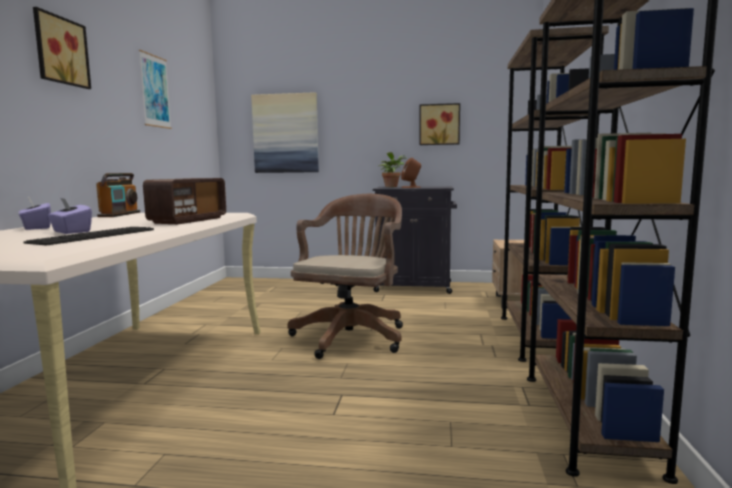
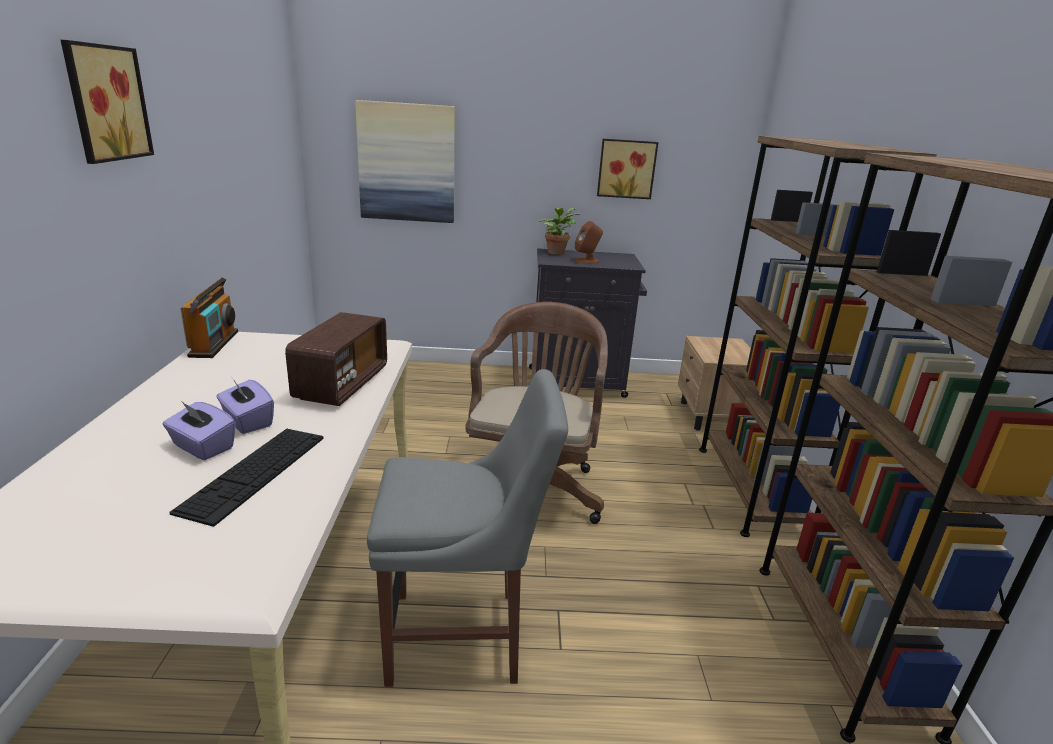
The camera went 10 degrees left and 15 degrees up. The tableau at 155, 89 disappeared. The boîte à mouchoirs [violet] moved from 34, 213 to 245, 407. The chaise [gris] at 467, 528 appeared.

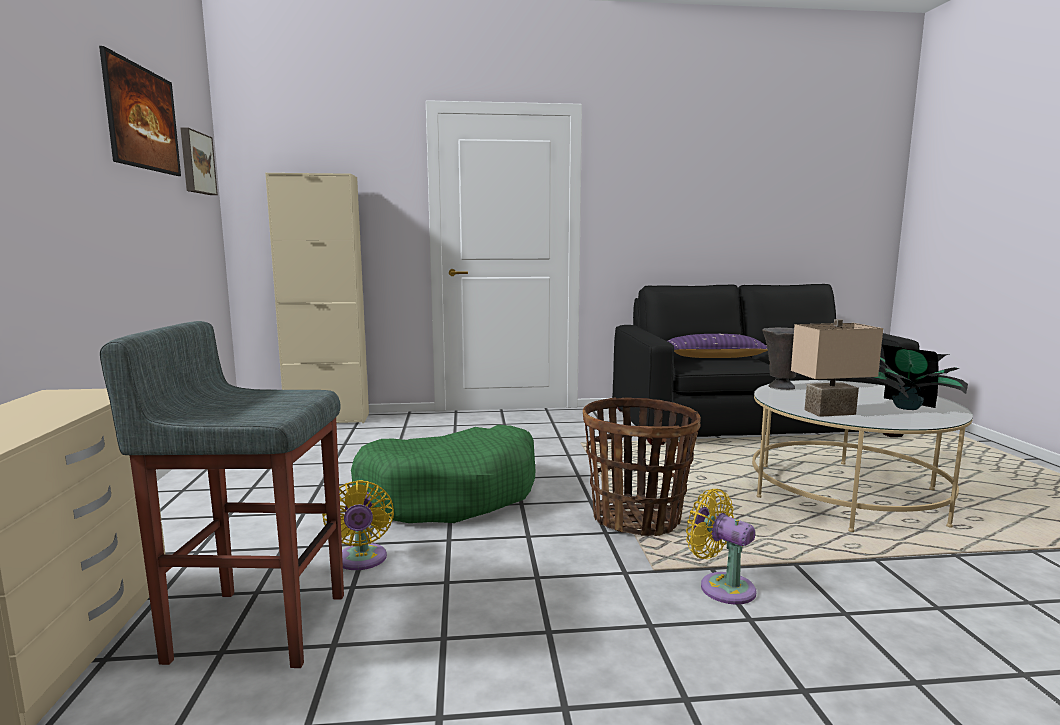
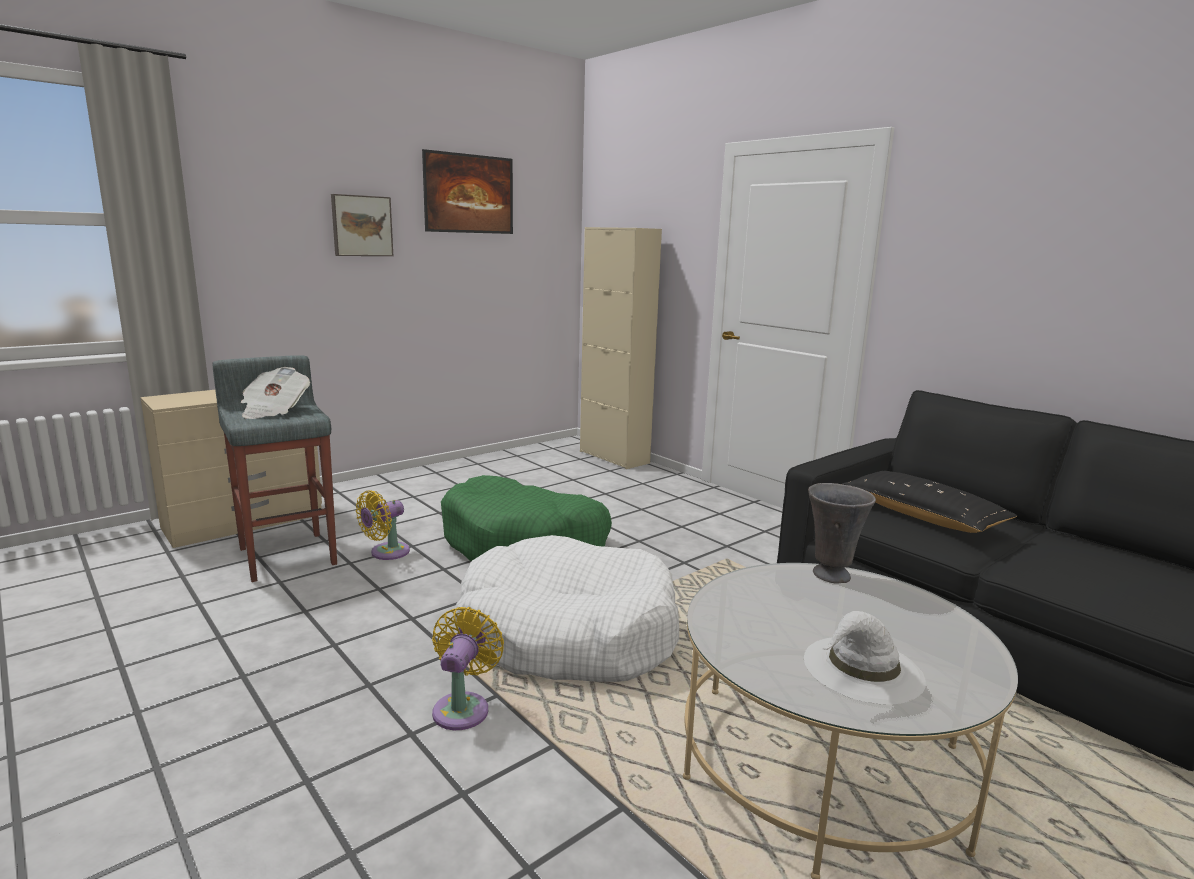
The camera went 55 degrees right and 5 degrees up. The tableau moved from 199, 161 to 362, 225. The lampe de table [beige] at 837, 368 disappeared. The coussin [violet] at 718, 346 became the coussin [noir] at 929, 502. The plante en pot at 910, 377 was replaced by the chapeau [blanc] at 865, 658. The panier at 642, 466 was replaced by the panier pour chien [blanc] at 567, 608. The journal at 275, 393 appeared.

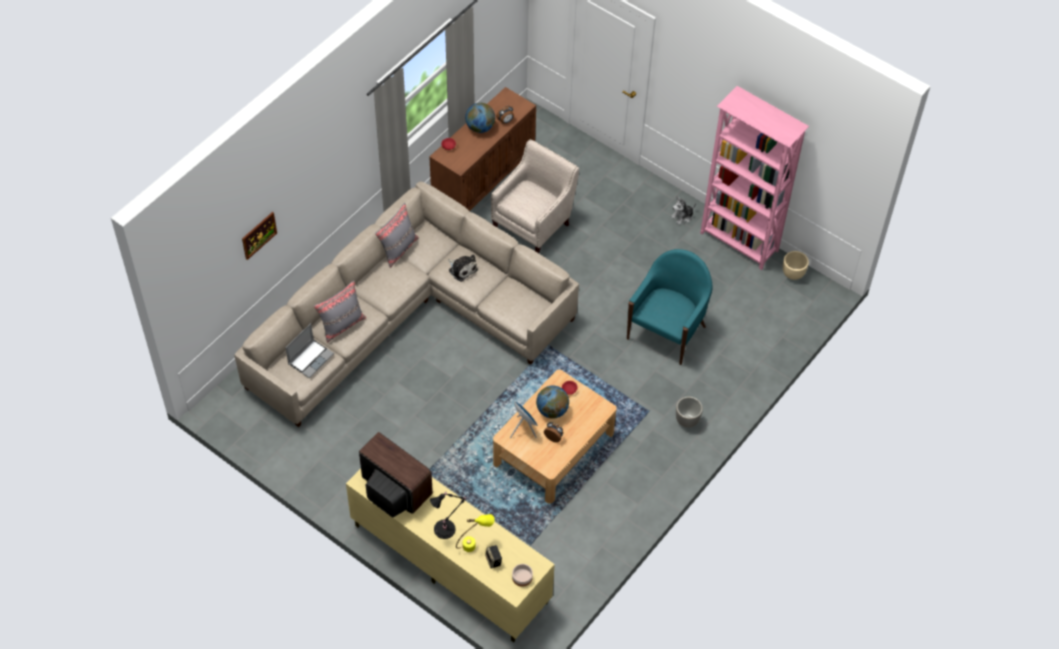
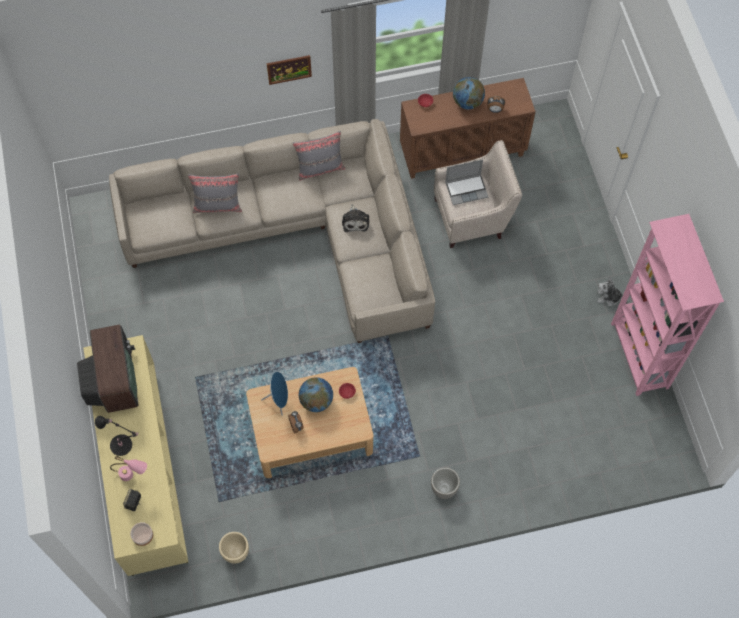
The camera went 40 degrees right and 10 degrees up. The tableau moved from 259, 236 to 289, 70. The fauteuil [turquoise] at 670, 307 disappeared. The cache-pot [beige] moved from 796, 265 to 234, 548. The ordinateur portable moved from 309, 350 to 466, 182. The lampe de table [jaune] at 475, 533 became the lampe de table [rose] at 128, 468.

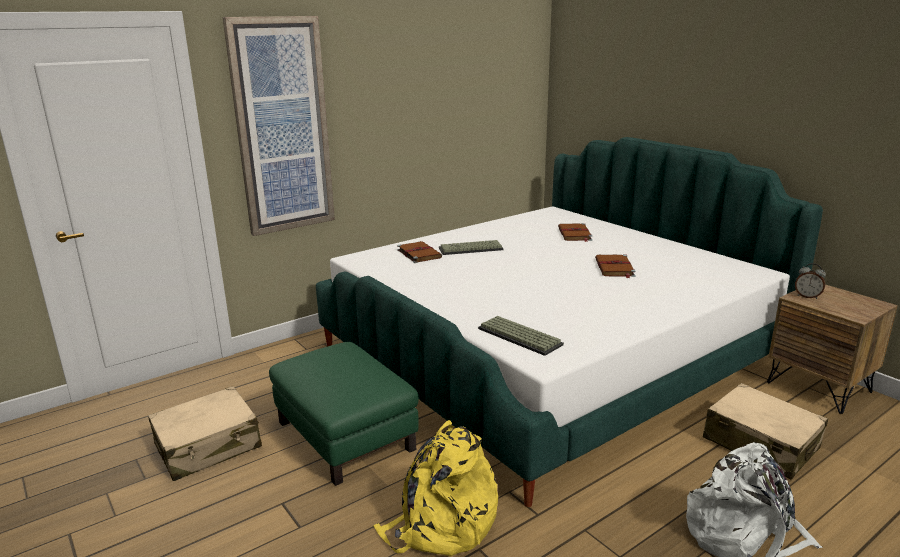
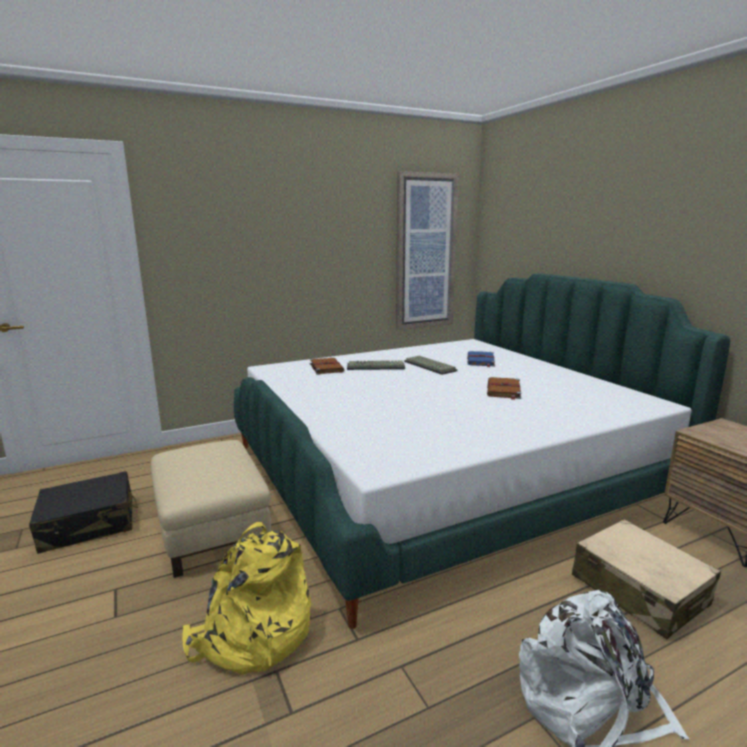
The camera went 10 degrees right and 5 degrees down. The tableau moved from 279, 126 to 427, 250. The livre [marron] at 575, 232 became the livre [bleu] at 481, 359. The réveil at 810, 281 disappeared. The clavier moved from 521, 336 to 431, 365. The pouf [vert] at 344, 414 became the pouf [beige] at 211, 509. The valise [beige] at 205, 433 became the valise [noir] at 83, 512.

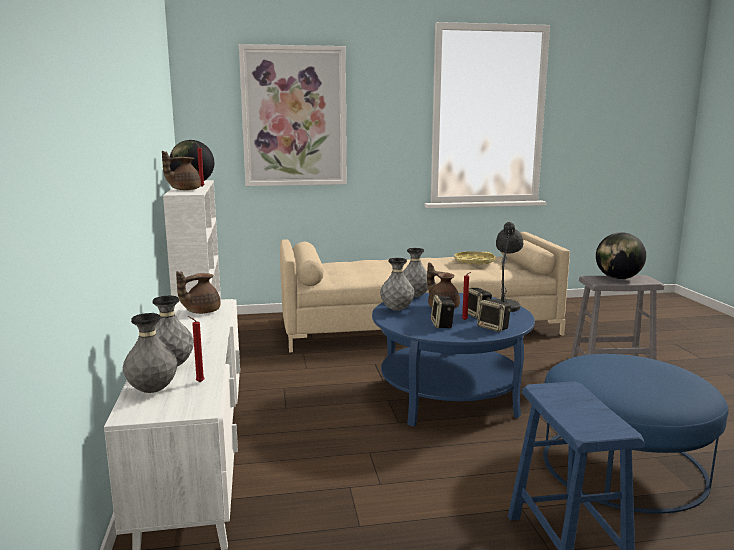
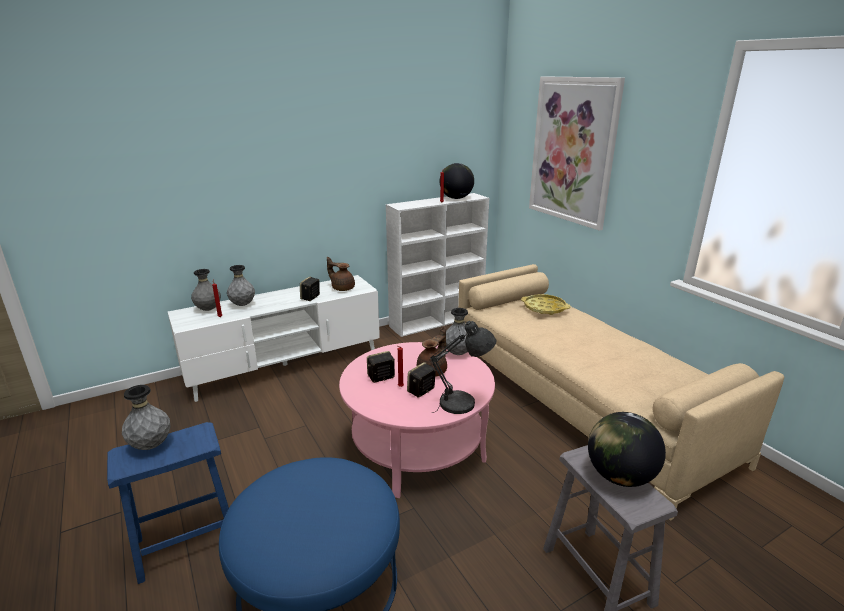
The camera went 70 degrees right and 10 degrees up. The théière [marron] at 181, 170 disappeared. The plateau [jaune] moved from 474, 258 to 545, 304. The vase [gris] moved from 397, 284 to 146, 417. The table basse [bleu] at 453, 360 became the table basse [rose] at 417, 420. The enceinte moved from 494, 315 to 310, 289.

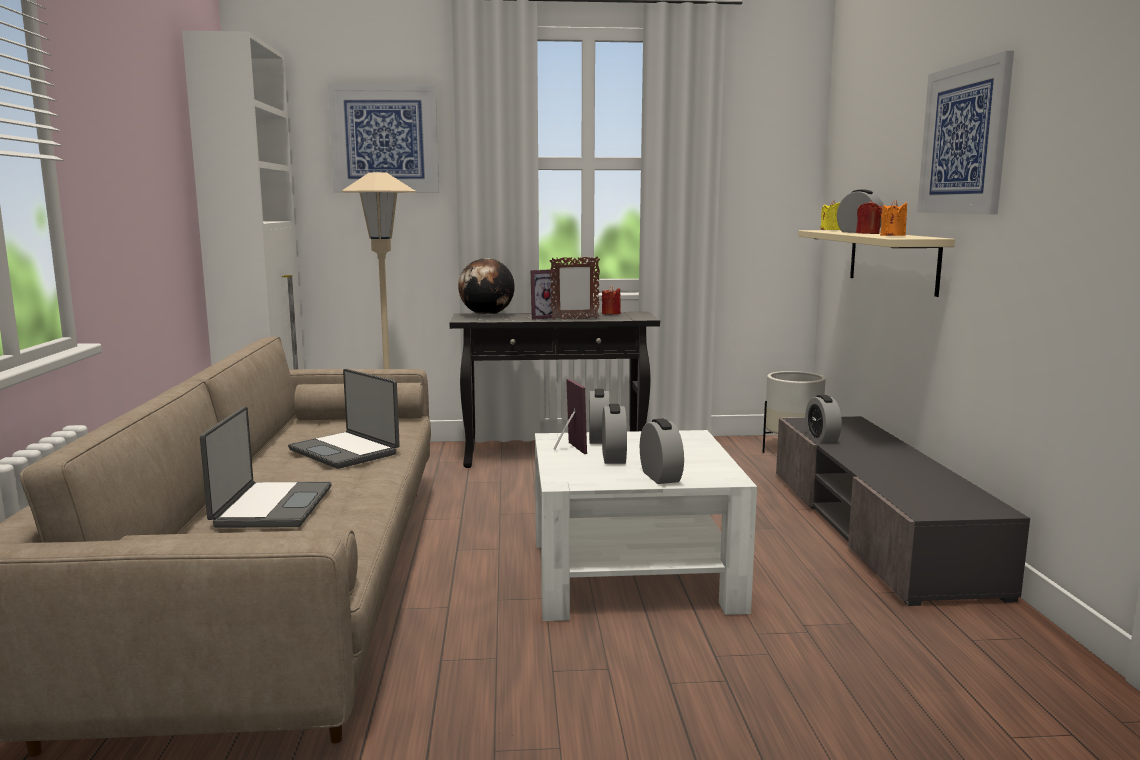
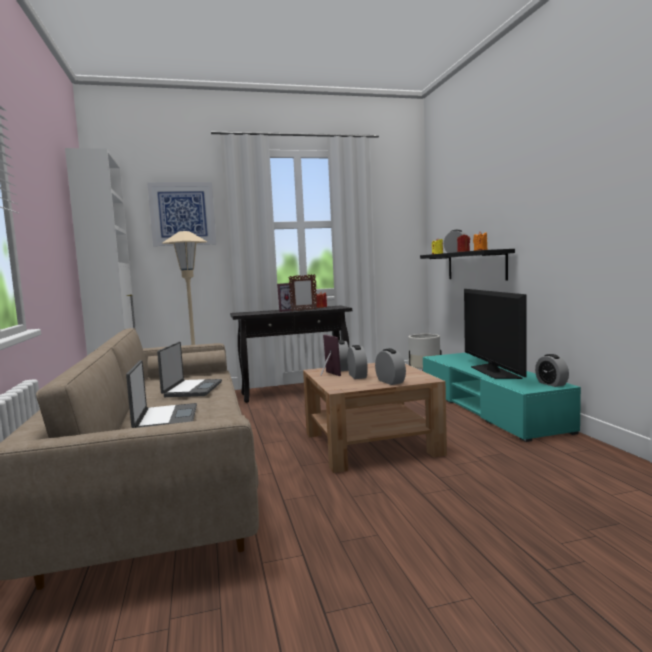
The camera went 10 degrees left and 5 degrees down. The tableau at 965, 132 disappeared. The étagère [beige] at 876, 263 became the étagère [noir] at 467, 265. The globe at 486, 286 disappeared. The ordinateur portable at 344, 419 turned 120 degrees counterclockwise. The réveil moved from 823, 419 to 552, 370. The meuble télé [gris] at 903, 511 became the meuble télé [turquoise] at 502, 397. The table basse [blanc] at 646, 525 became the table basse [marron] at 375, 418. The téléviseur at 495, 334 appeared.

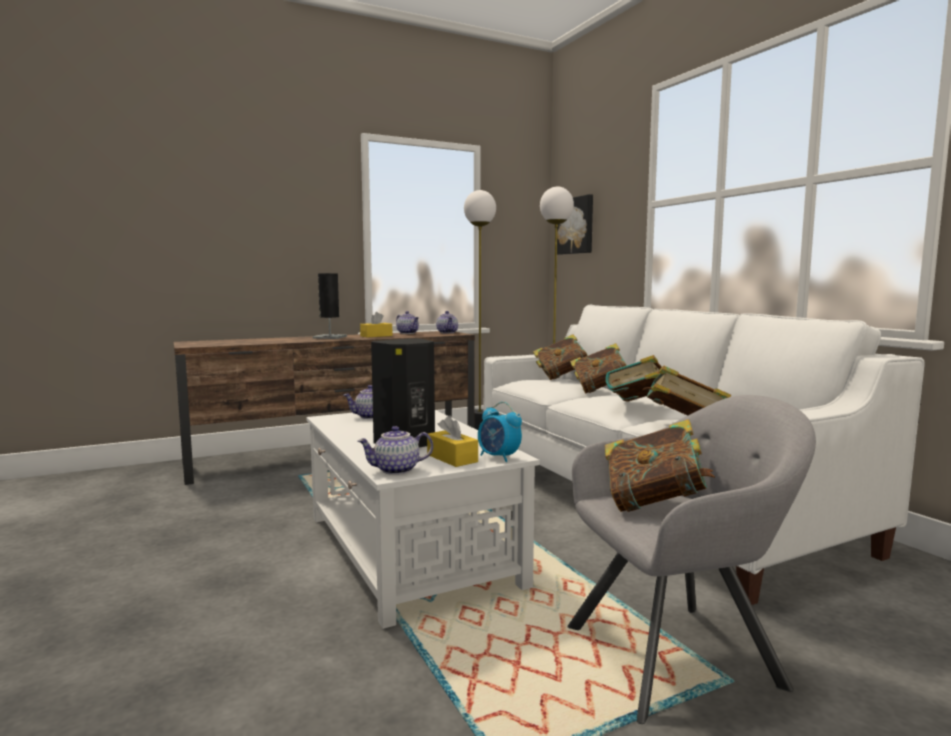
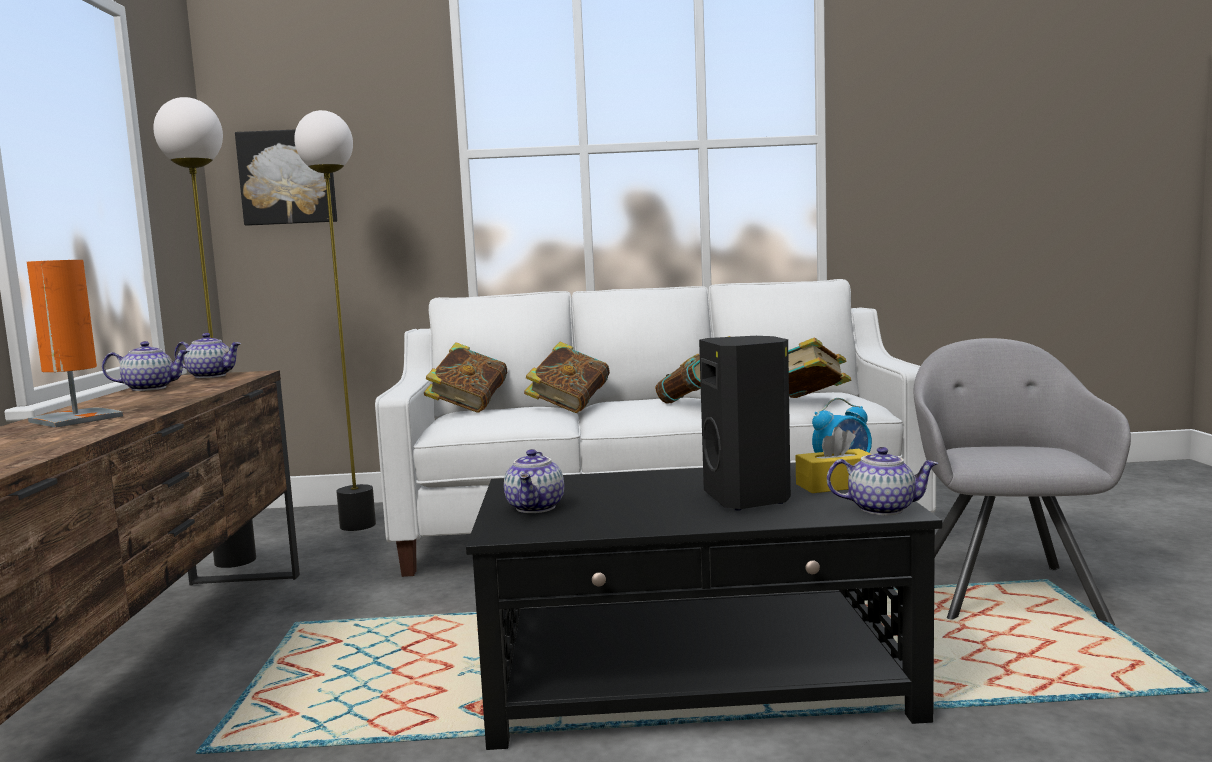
The camera went 65 degrees left and 0 degrees up. The lampe de table [noir] at 330, 306 became the lampe de table [orange] at 75, 344. The boîte à mouchoirs [jaune] at 376, 324 disappeared. The table basse [blanc] at 423, 519 became the table basse [noir] at 704, 606. The livre at 660, 465 disappeared. The théière at 395, 450 turned 90 degrees counterclockwise.

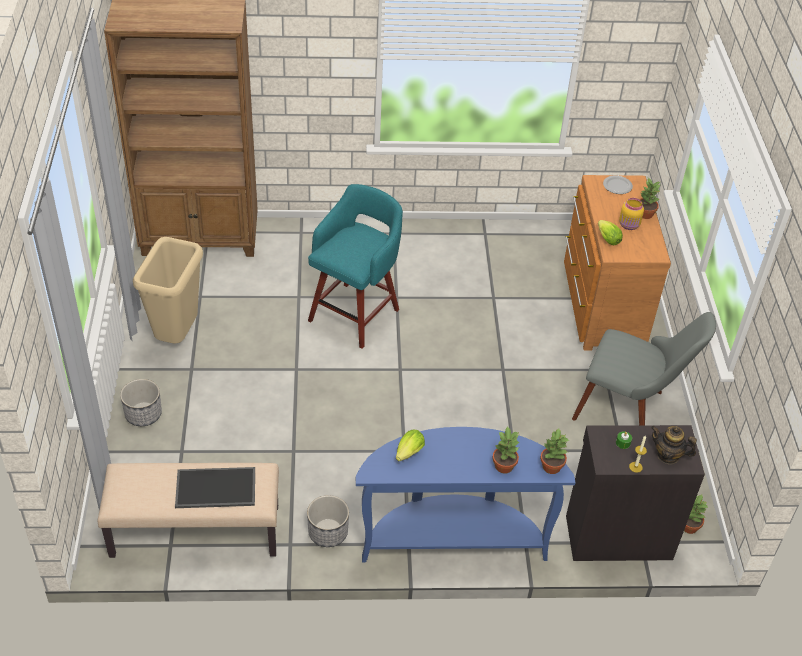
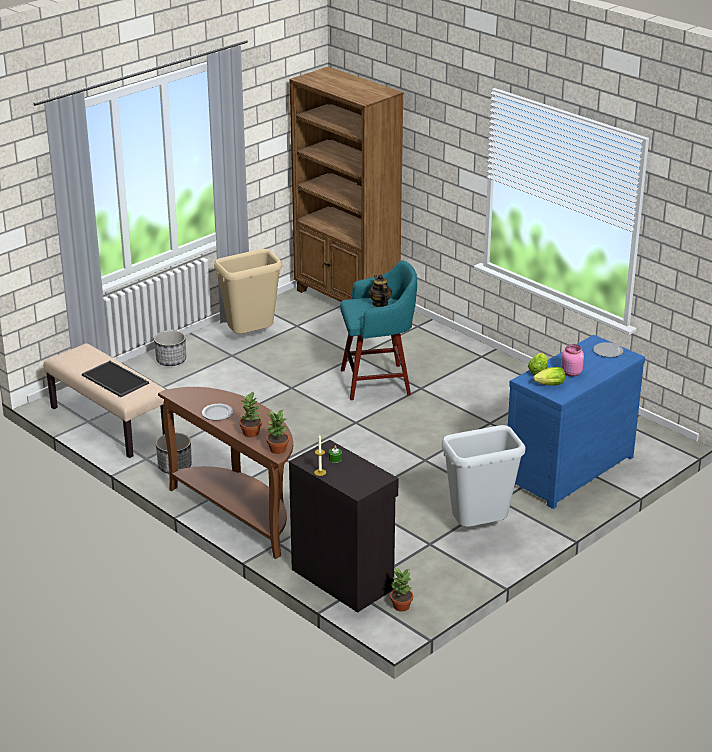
The camera went 50 degrees right and 15 degrees down. The commode [marron] at 617, 263 became the commode [bleu] at 576, 422. The plante en pot at 650, 198 disappeared. The bocal [jaune] at 631, 214 became the bocal [rose] at 572, 360. The chaise [gris] at 644, 368 was replaced by the poubelle [gris] at 483, 476. The théière moved from 674, 445 to 380, 290. The table console [bleu] at 465, 494 became the table console [marron] at 225, 473. The laitue moved from 410, 445 to 549, 376. The assiette at 217, 412 appeared.

